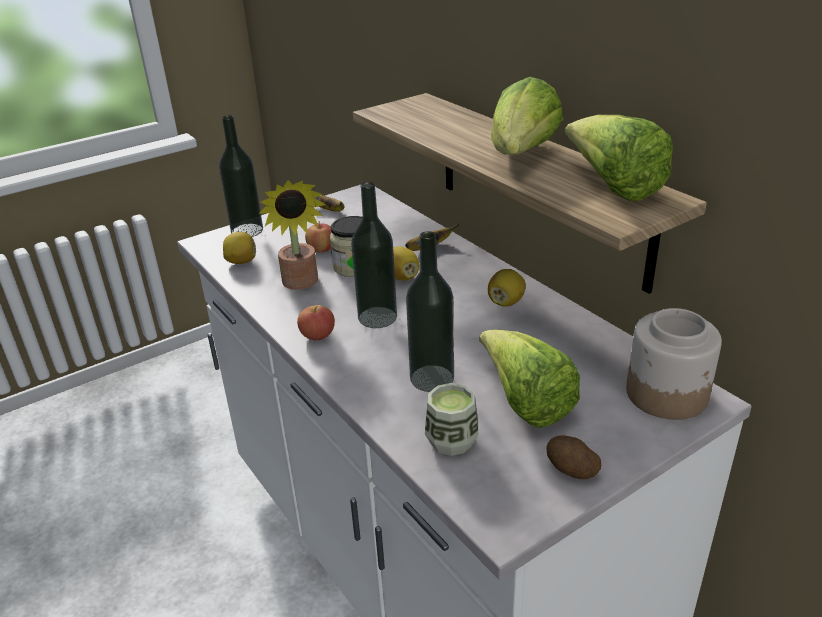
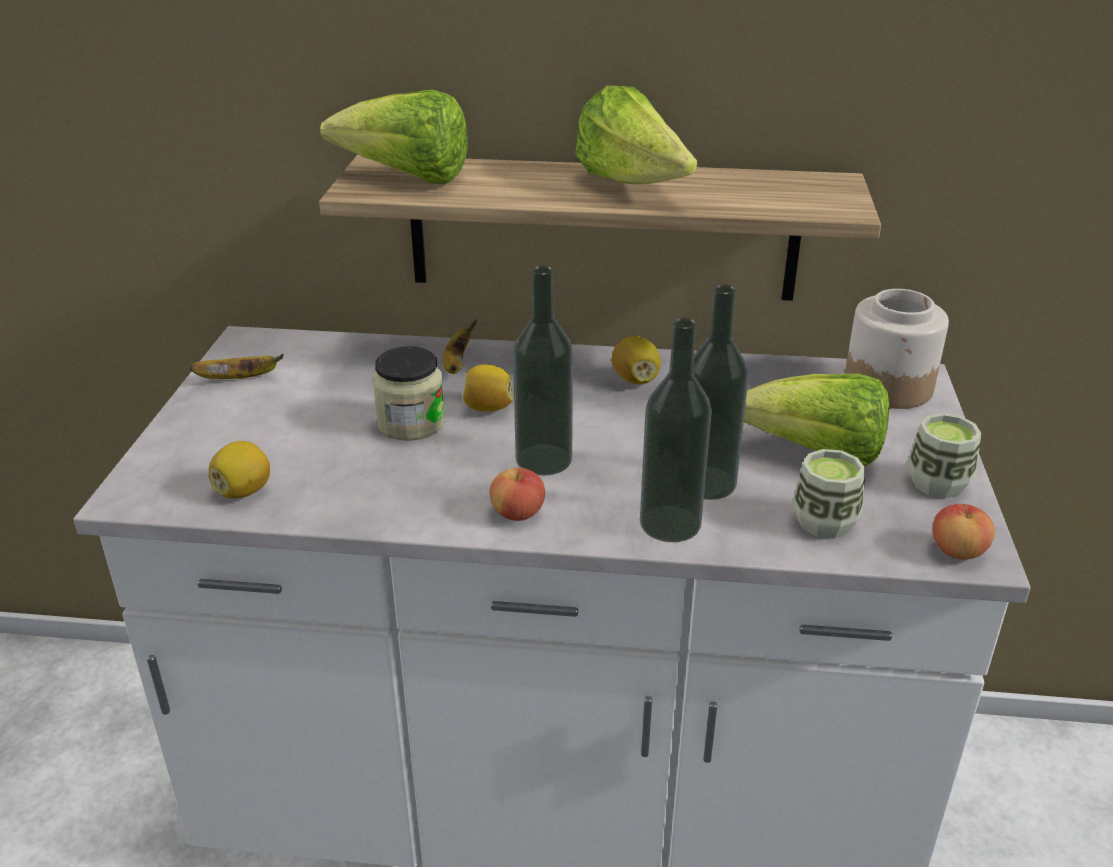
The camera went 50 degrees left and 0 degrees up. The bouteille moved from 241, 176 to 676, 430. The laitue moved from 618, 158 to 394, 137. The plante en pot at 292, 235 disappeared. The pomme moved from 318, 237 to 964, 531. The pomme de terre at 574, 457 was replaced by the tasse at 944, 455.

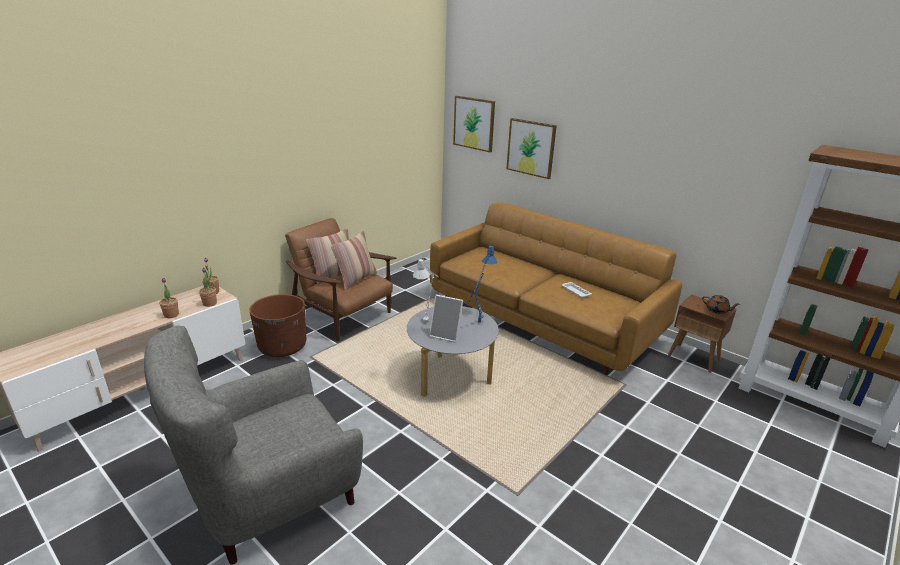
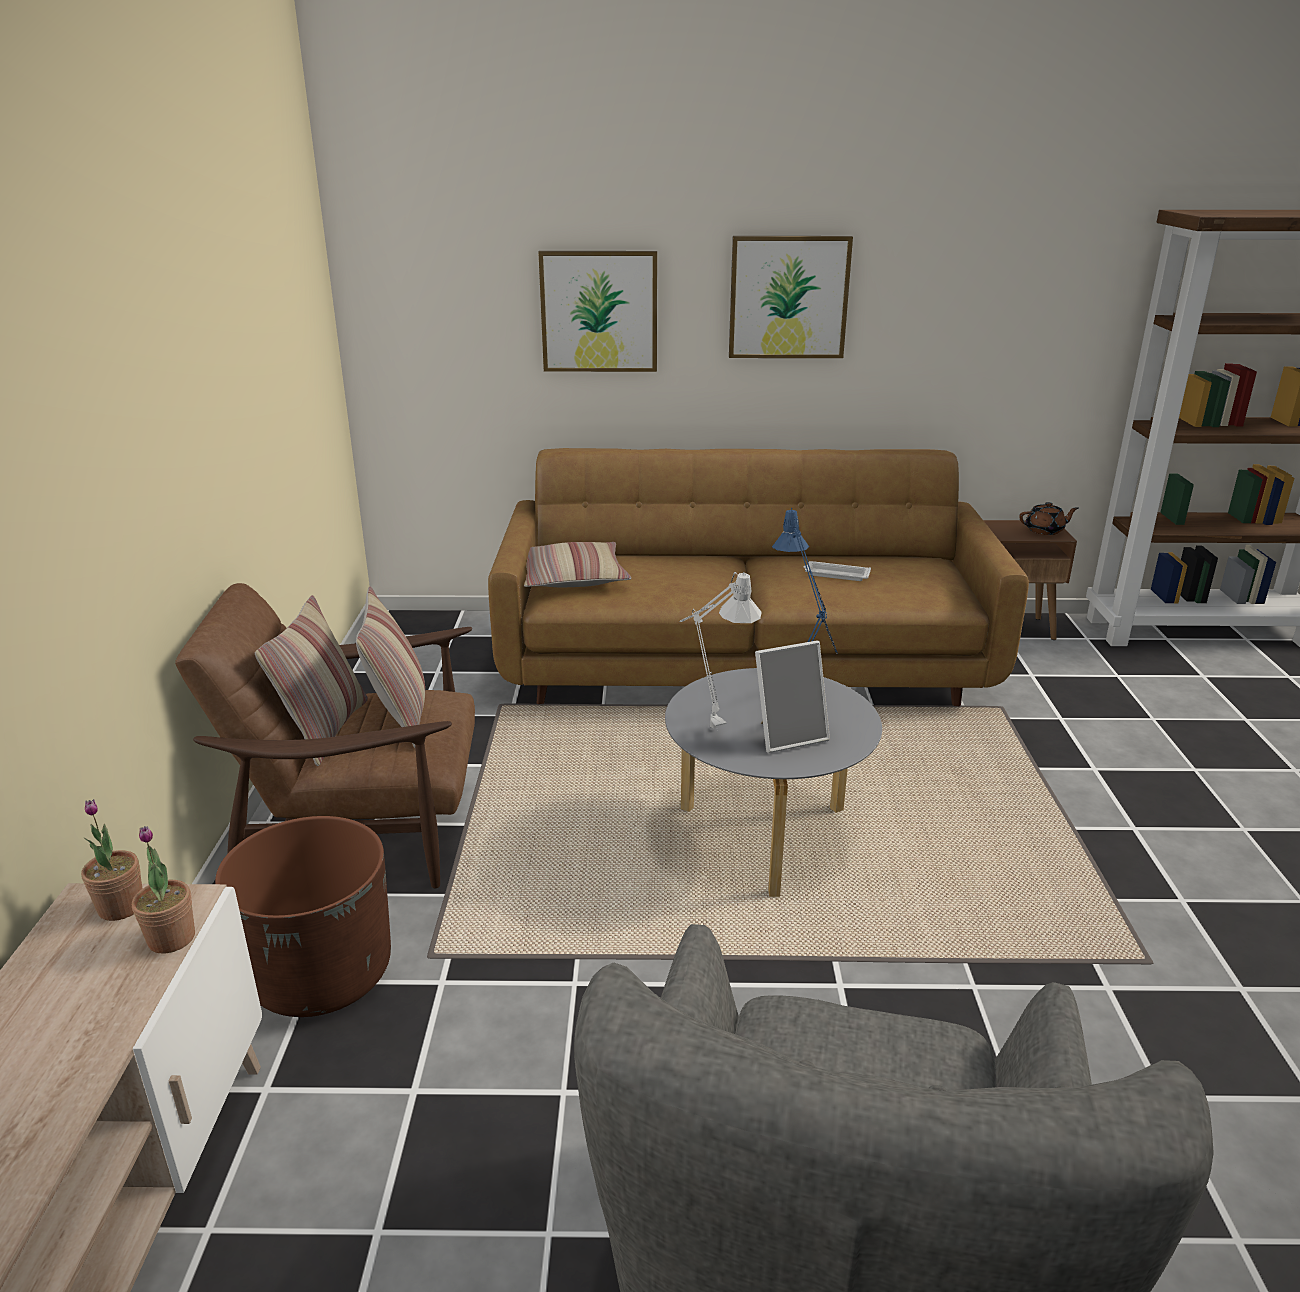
The camera went 40 degrees left and 0 degrees up. The tableau moved from 474, 124 to 791, 297. The plante en pot at 169, 298 disappeared. The coussin at 577, 564 appeared.

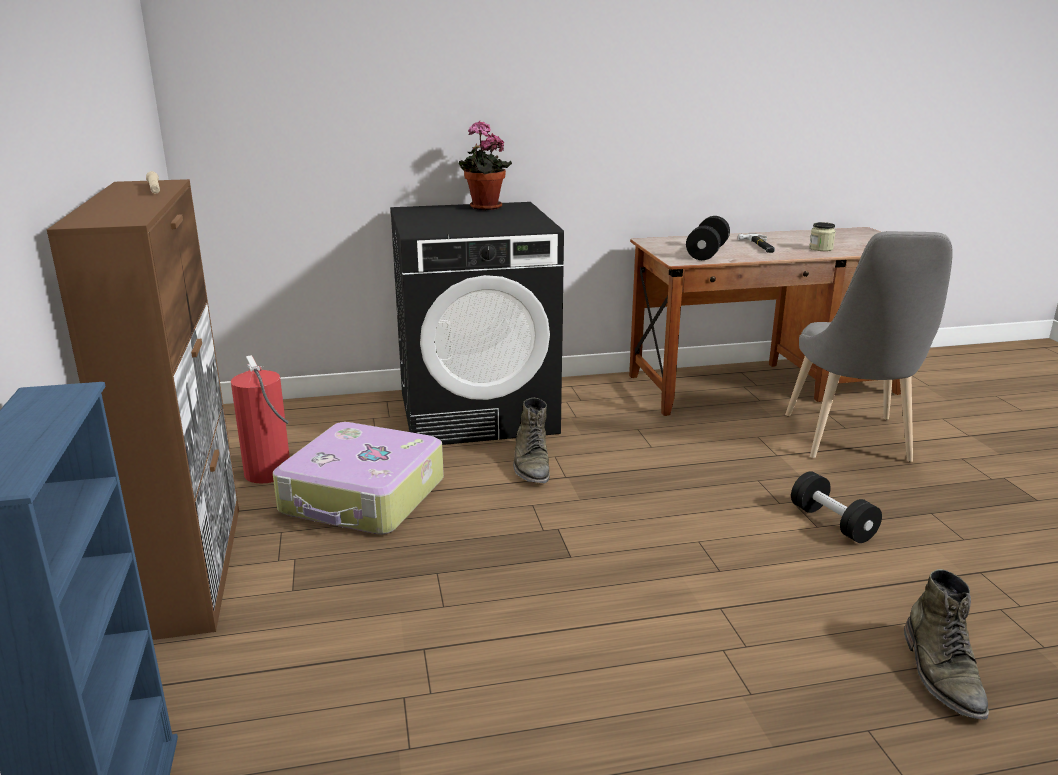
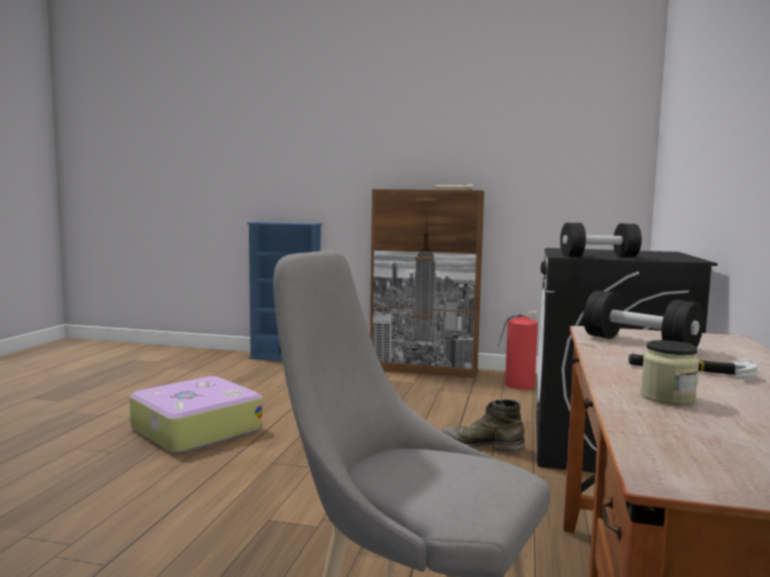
The camera went 115 degrees right and 15 degrees down. The plante en pot at 485, 165 disappeared. The valise moved from 358, 478 to 196, 415. The haltère [noir] moved from 836, 507 to 601, 240. The botte [vert] at 946, 644 disappeared.

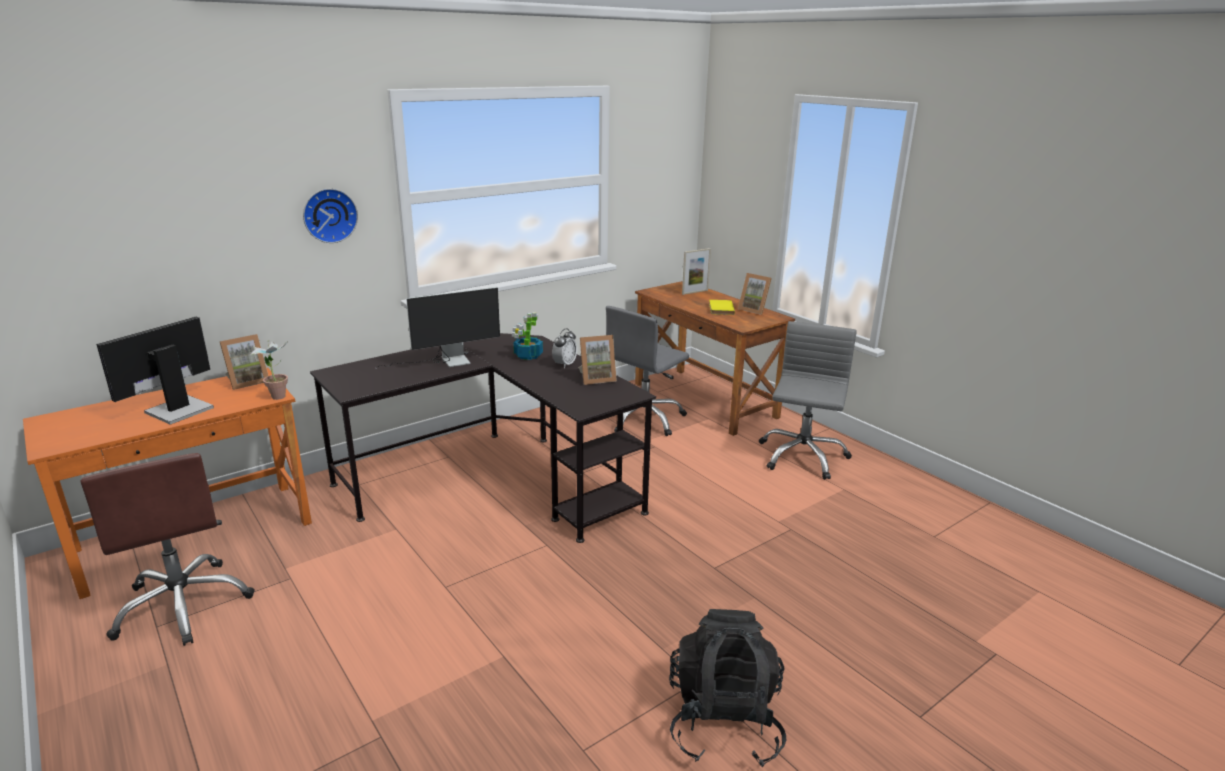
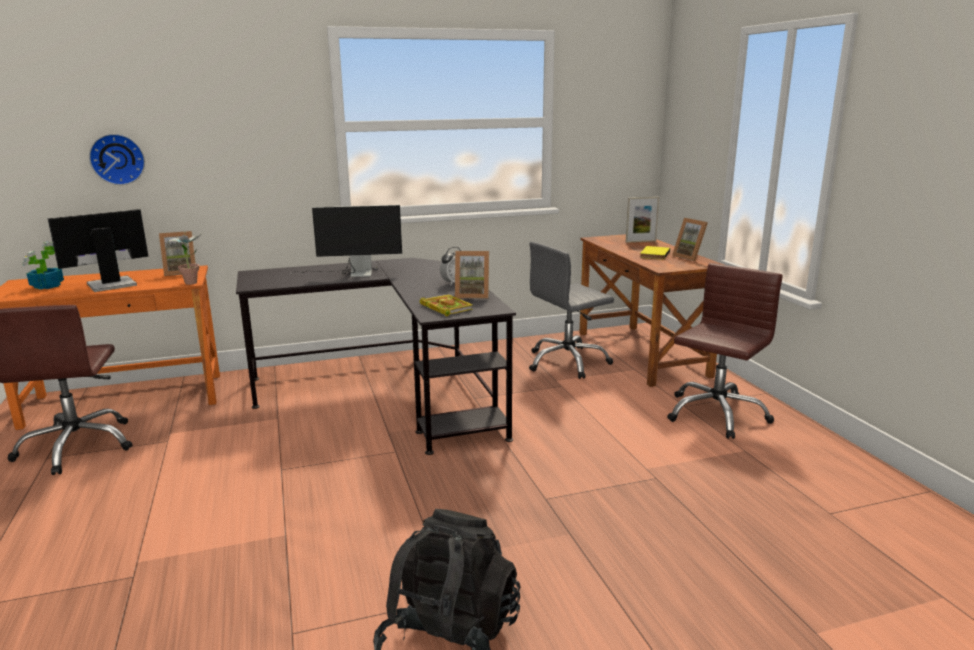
The camera went 20 degrees right and 5 degrees down. The horloge murale moved from 330, 216 to 117, 159. The plante en pot moved from 527, 336 to 43, 266. The chaise de bureau [gris] at 808, 400 became the chaise de bureau [marron] at 725, 351. The livre at 446, 305 appeared.

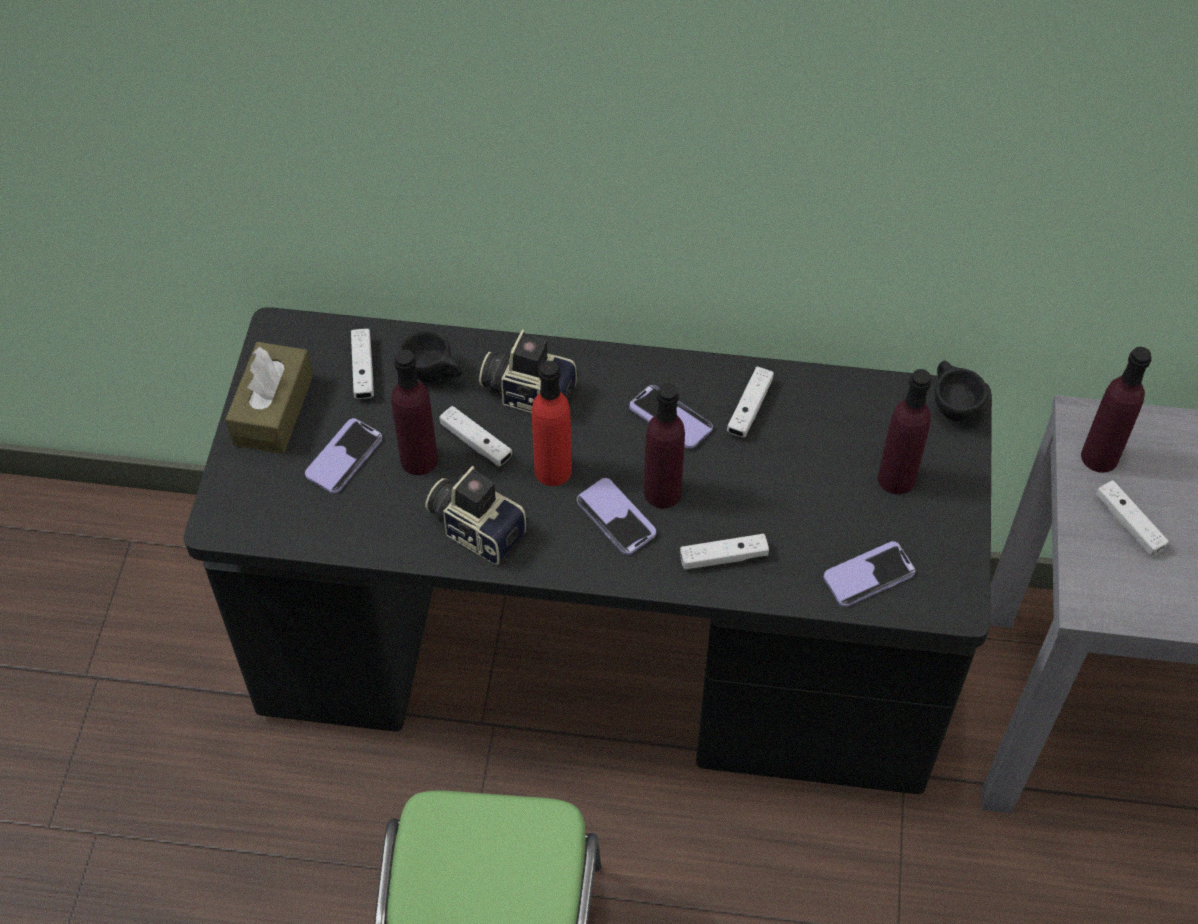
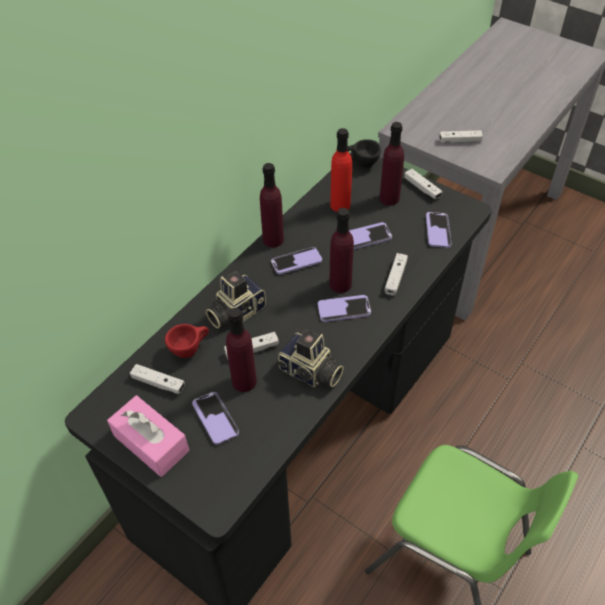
The camera went 60 degrees left and 5 degrees down. The tasse [noir] at 430, 356 became the tasse [rouge] at 187, 341. The boîte à mouchoirs [marron] at 269, 398 became the boîte à mouchoirs [rose] at 148, 436. The bouteille [violet] moved from 1116, 410 to 272, 205. The bouteille [rouge] moved from 552, 423 to 341, 170. The manette [blanc] moved from 750, 402 to 423, 184. The appareil photo at 477, 515 turned 120 degrees counterclockwise. The téléphone at 370, 236 appeared.

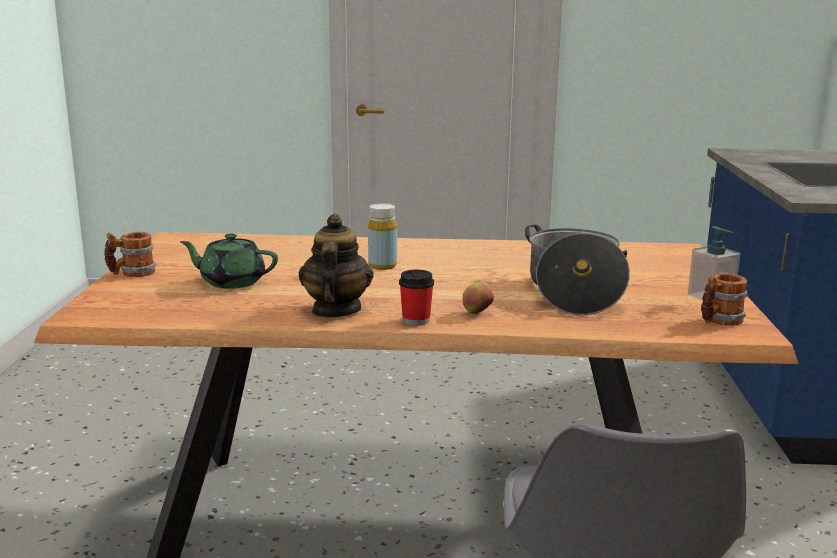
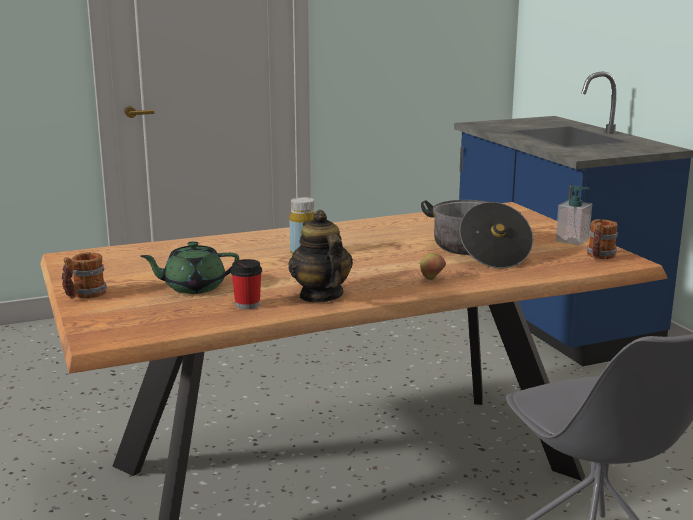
The camera went 25 degrees left and 0 degrees up. The tasse moved from 416, 298 to 246, 284.

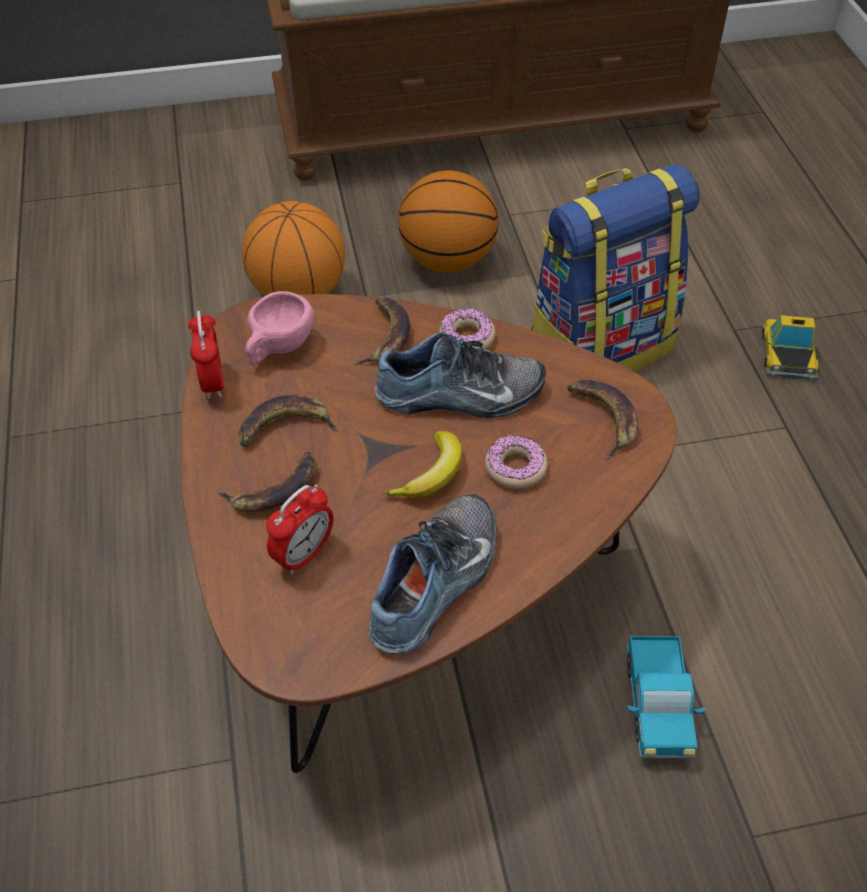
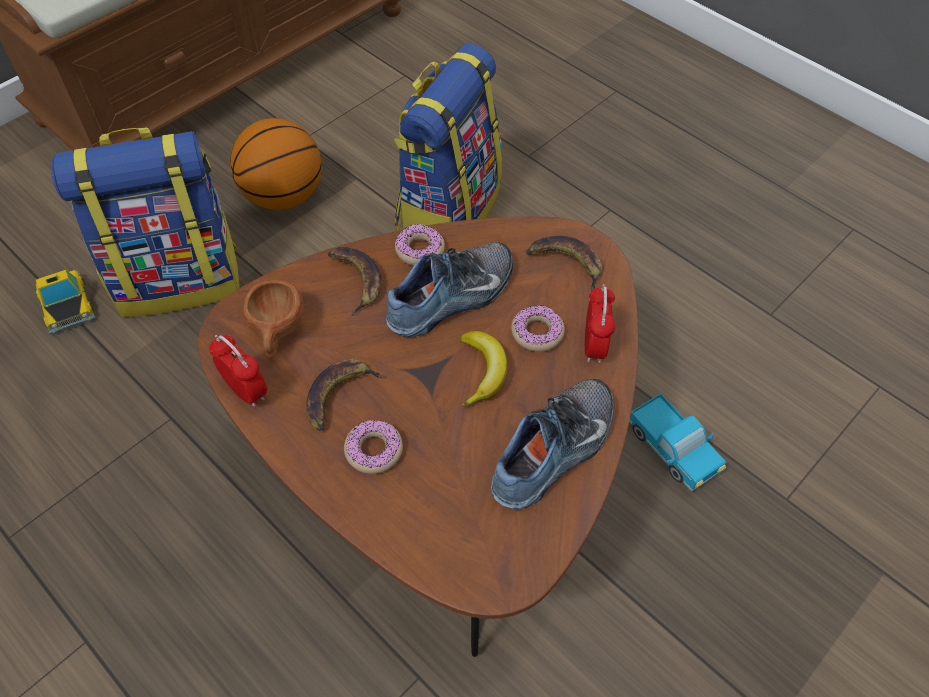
The camera went 35 degrees left and 5 degrees up. The ballon de basket at 293, 248 was replaced by the sac à dos at 145, 222. The tasse [rose] at 280, 328 became the tasse [marron] at 273, 319. The petite voiture moved from 790, 347 to 66, 302. The banane at 267, 482 was replaced by the beignet at 373, 447. The réveil moved from 299, 529 to 600, 323. The chaussure at 432, 574 turned 45 degrees clockwise.

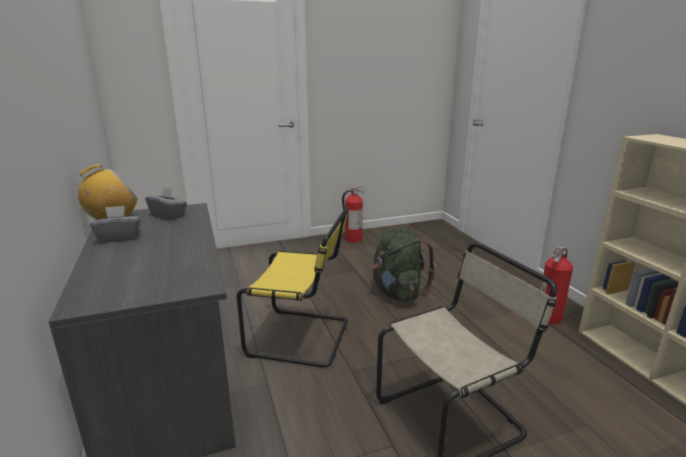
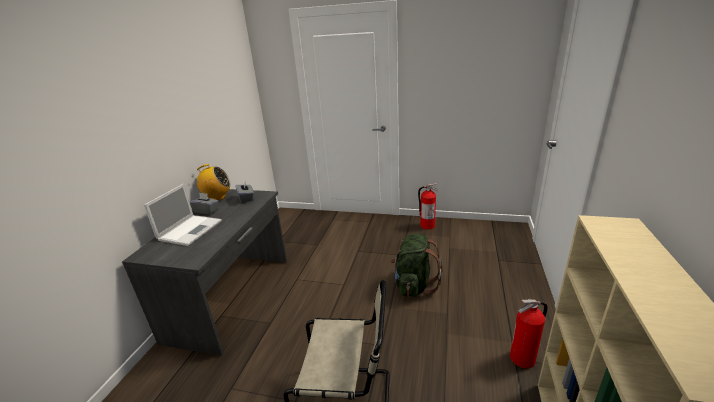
The camera went 35 degrees right and 5 degrees up. The chaise [jaune] at 292, 287 disappeared. The ordinateur portable at 183, 215 appeared.

